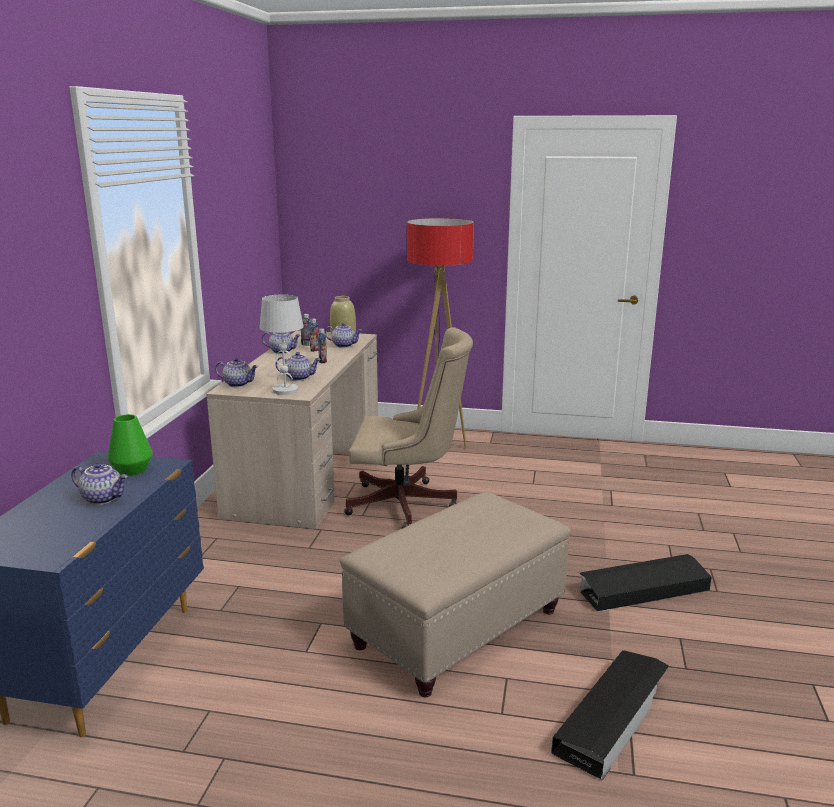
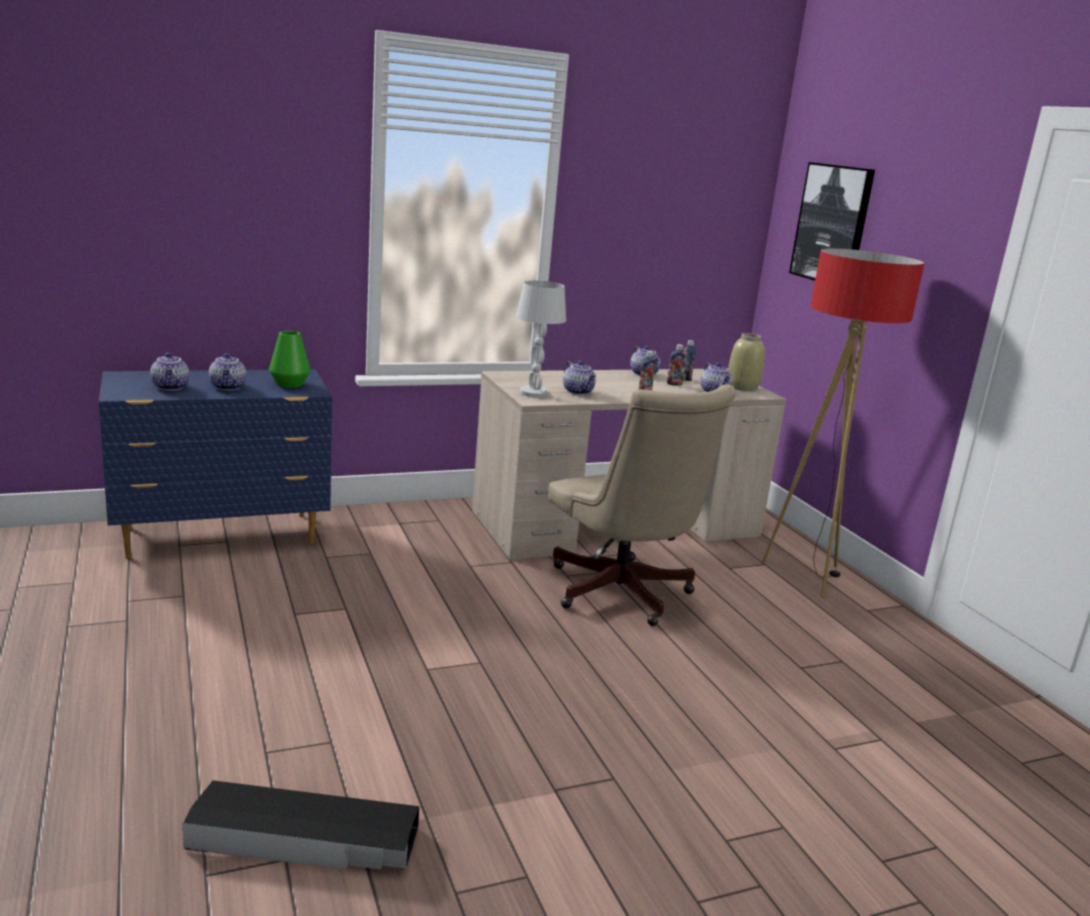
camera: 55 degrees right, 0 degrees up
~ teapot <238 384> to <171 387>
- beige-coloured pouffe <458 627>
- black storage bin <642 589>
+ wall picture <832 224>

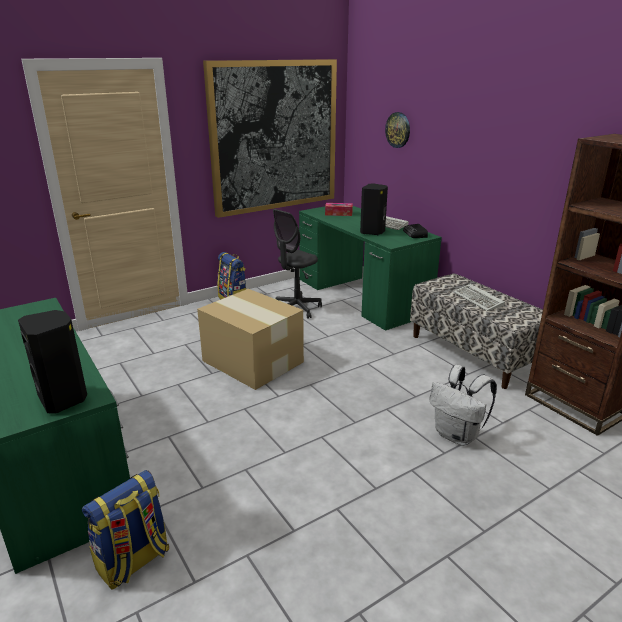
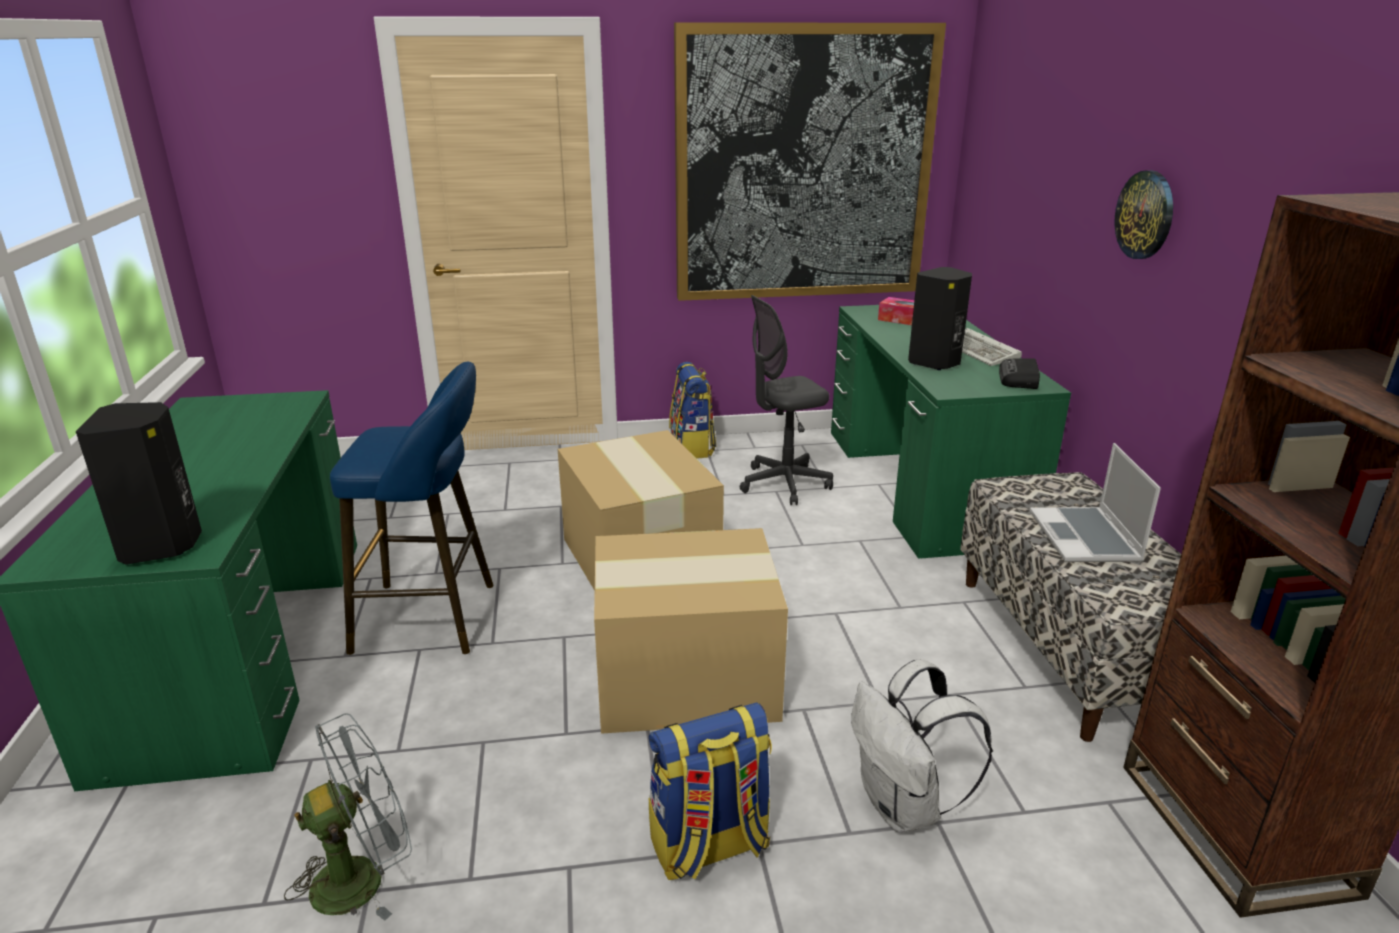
camera: 25 degrees right, 0 degrees up
~ hanging clock <398 130> to <1145 215>
~ computer keyboard <479 300> to laptop <1086 538>
~ backpack <133 561> to <709 847>
+ blue sitting stool <434 617>
+ carton <683 677>
+ grey cooling fan <362 876>

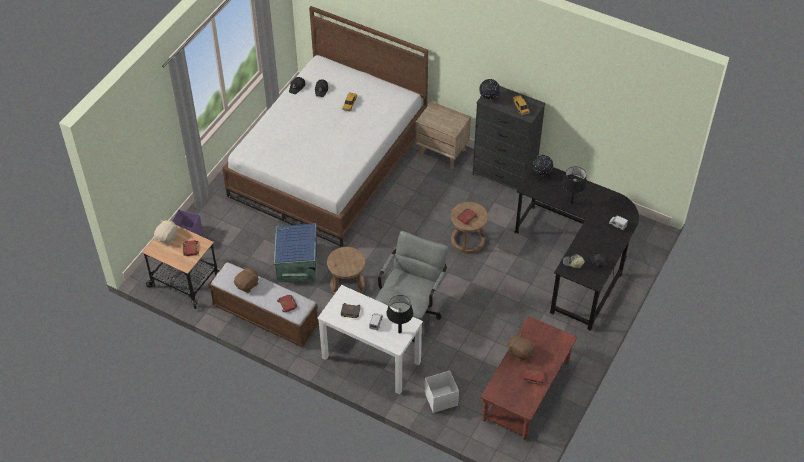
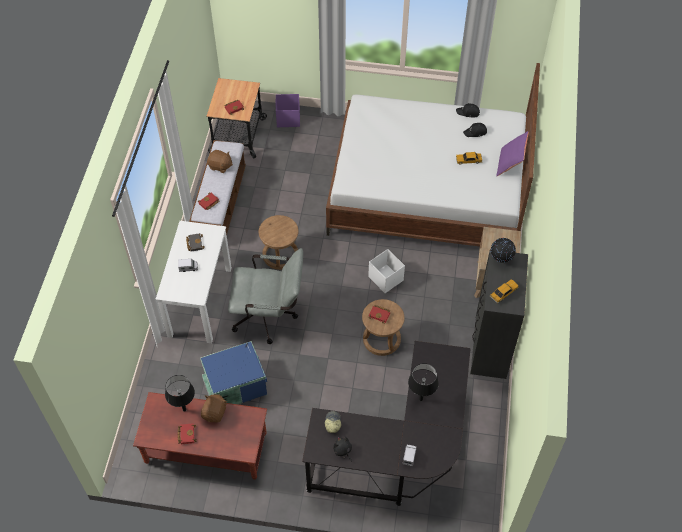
camera: 70 degrees right, 5 degrees up
- world globe <541 174>
- beige-coloured cuddly toy <167 237>
~ blue storage bin <296 264> to <234 384>
~ black table lamp <399 332> to <184 409>
~ whitish storage bin <440 399> to <385 278>
+ purple pillow <510 164>

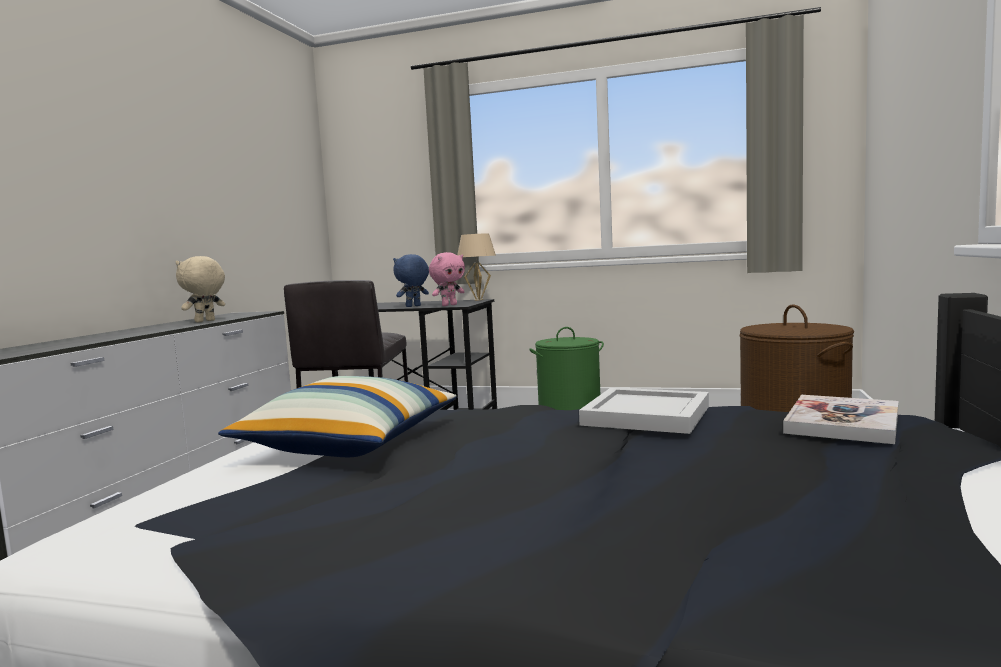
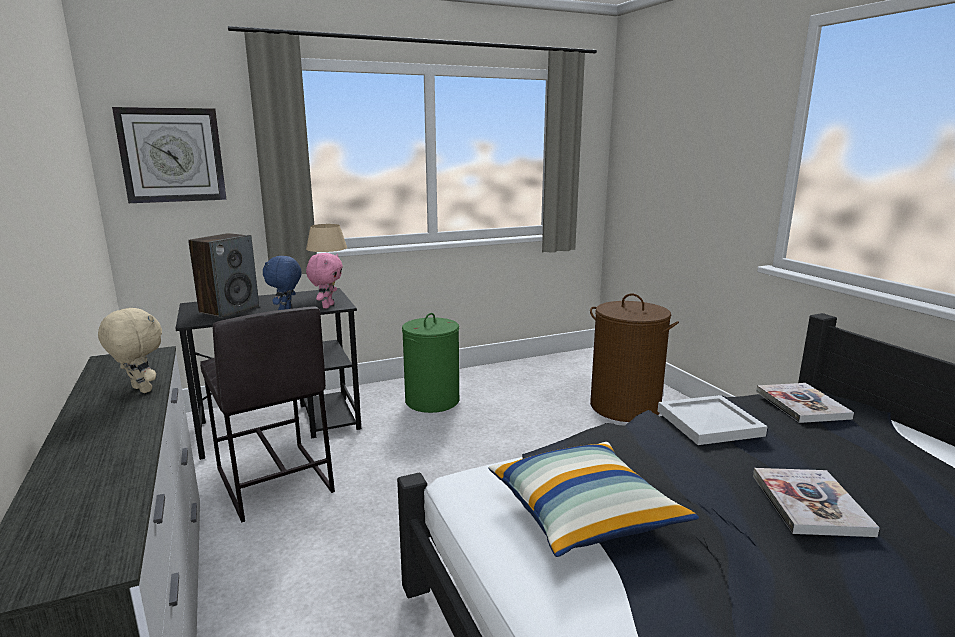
camera: 40 degrees left, 10 degrees up
~ beige-coloured cuddly toy <205 321> = <140 390> 135 degrees clockwise
+ hanging clock <172 155>
+ audio speaker <229 309>
+ bound book <810 504>

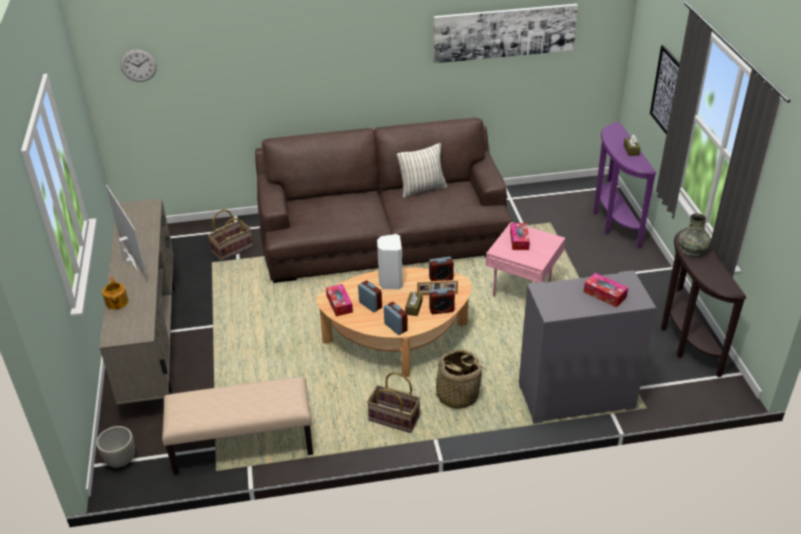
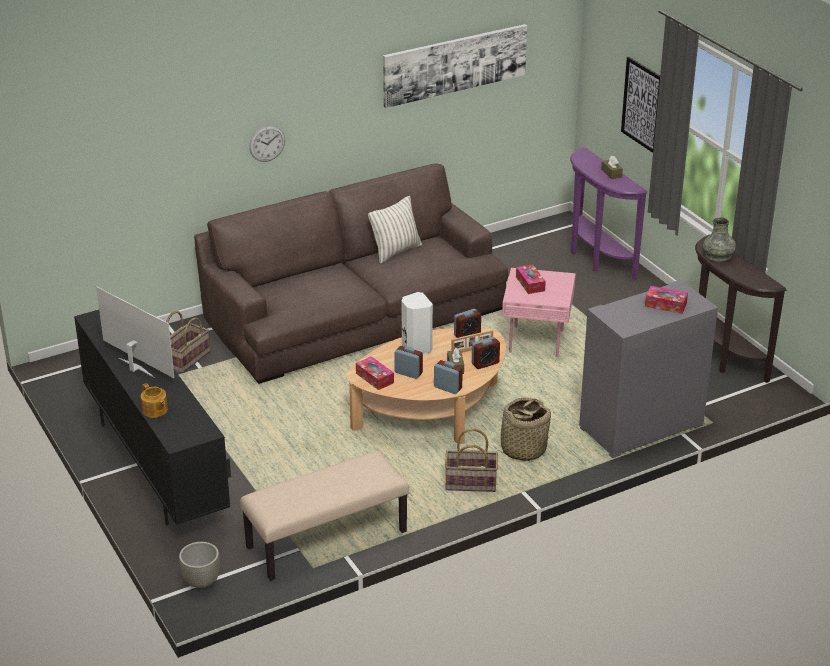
camera: 20 degrees left, 5 degrees down
~ hanging clock <138 65> to <267 143>
~ beige-coloured tv unit <152 339> to black tv unit <155 465>

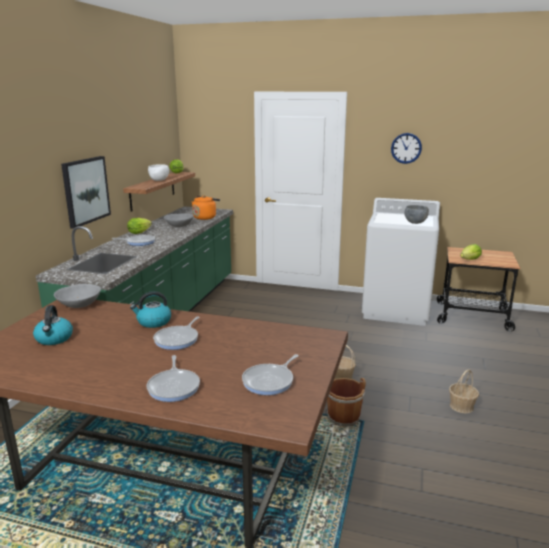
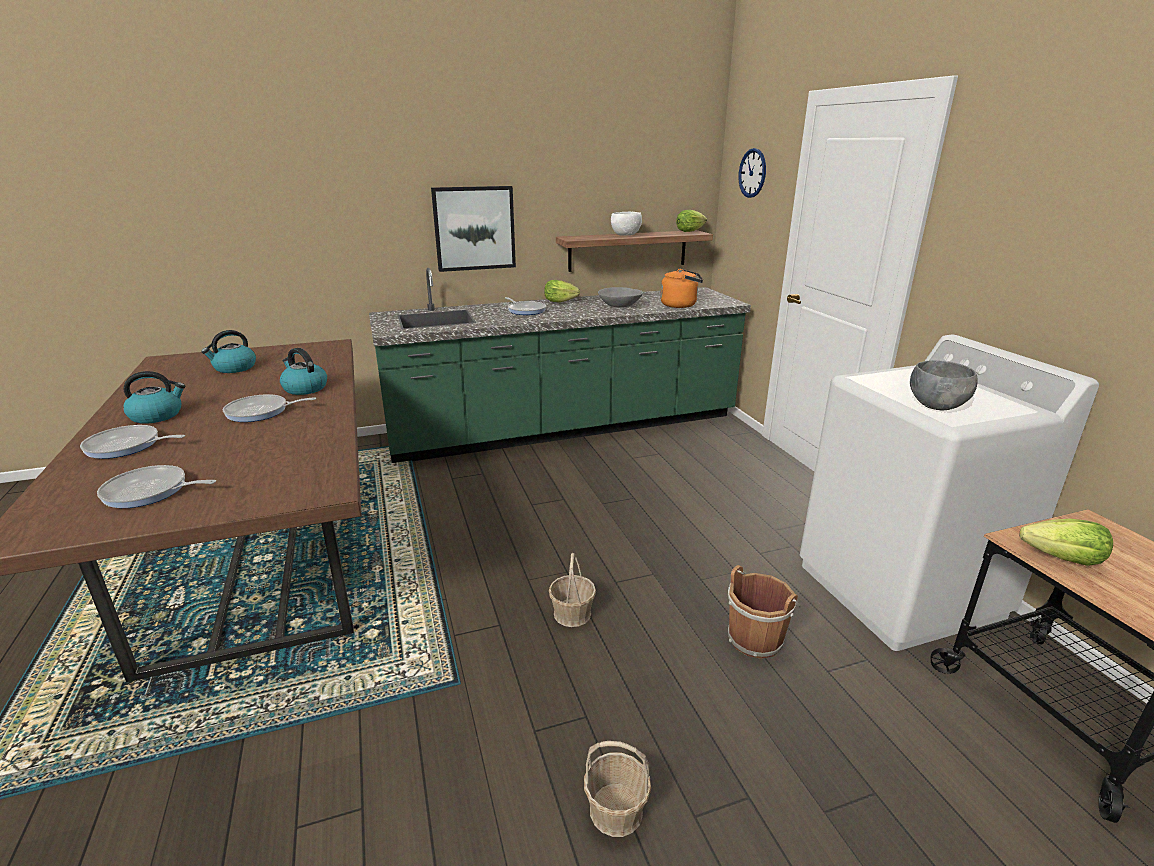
camera: 55 degrees right, 5 degrees up
~ hanging clock <406 148> to <752 173>
- grey serving bowl <79 305>
~ frying pan <174 386> = <126 446> 45 degrees clockwise
~ brownish pail <343 417> to <756 637>
+ tea kettle <157 415>

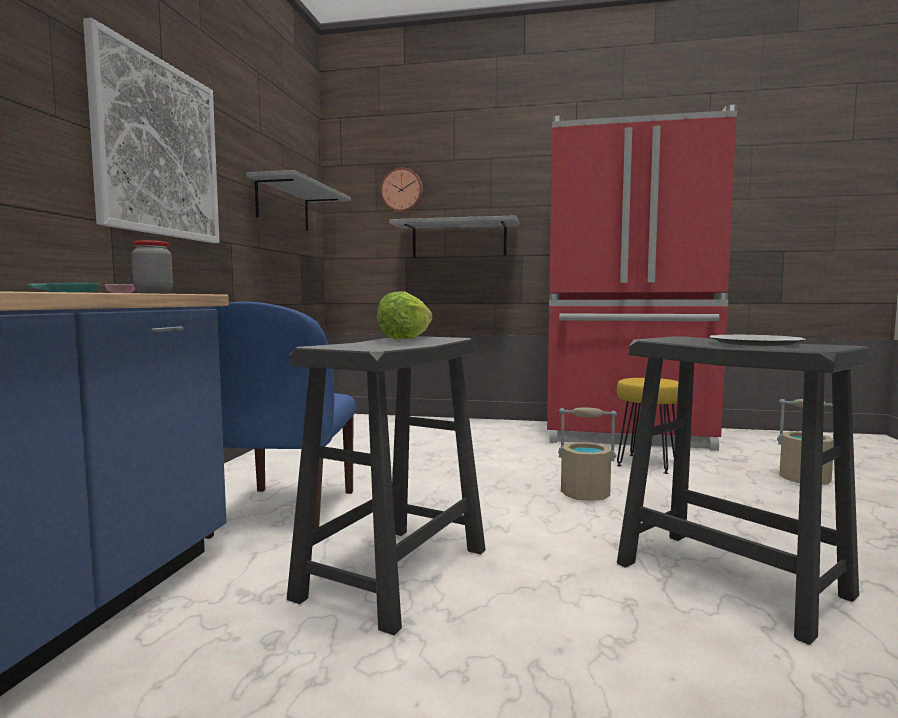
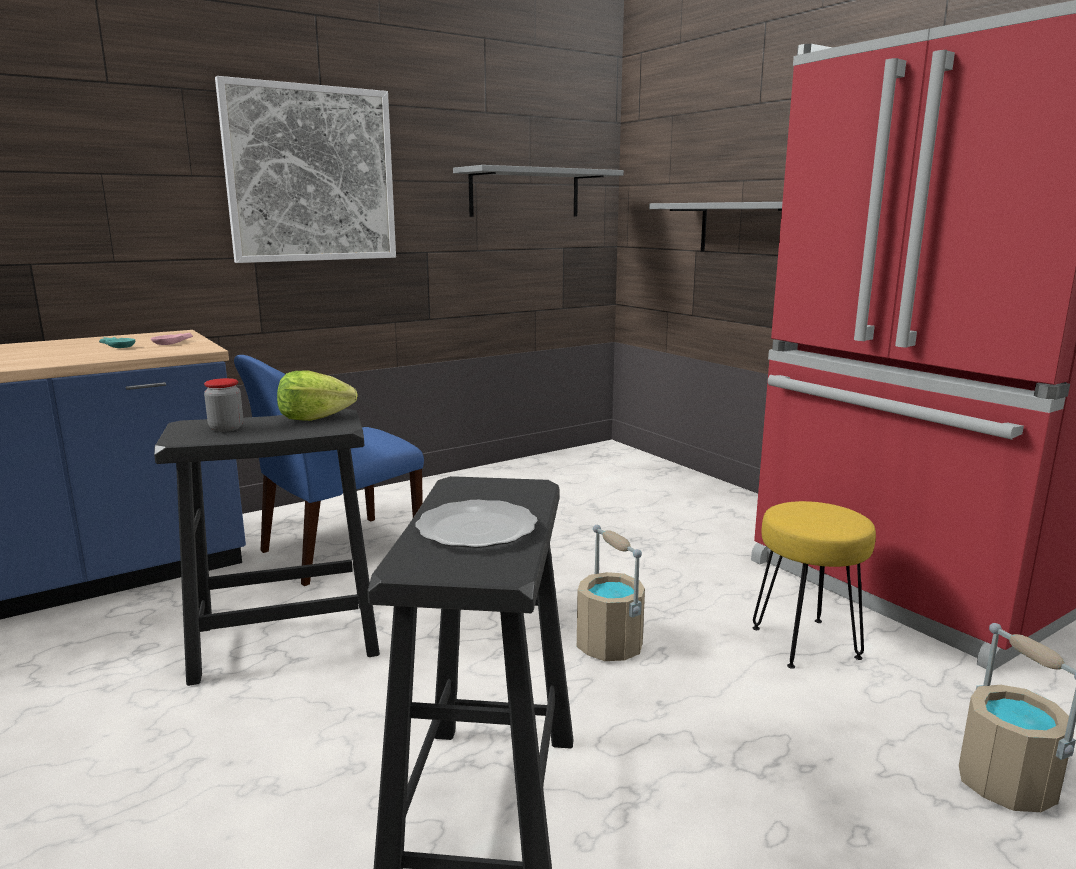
camera: 45 degrees right, 10 degrees up
- hanging clock <402 190>
~ preserve jar <154 293> to <226 428>

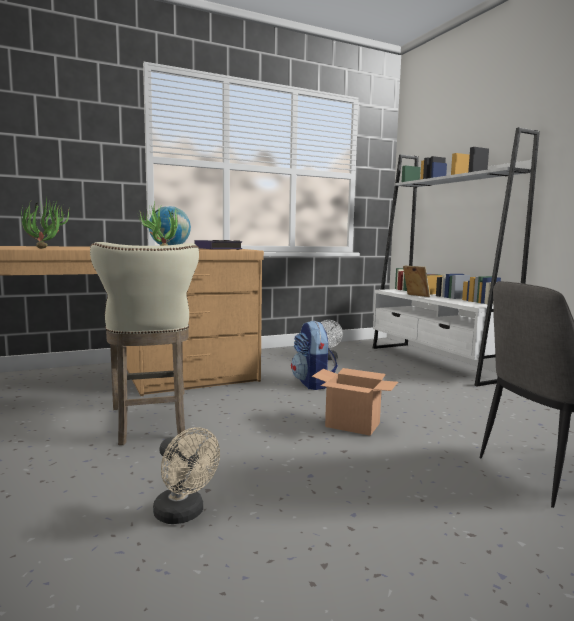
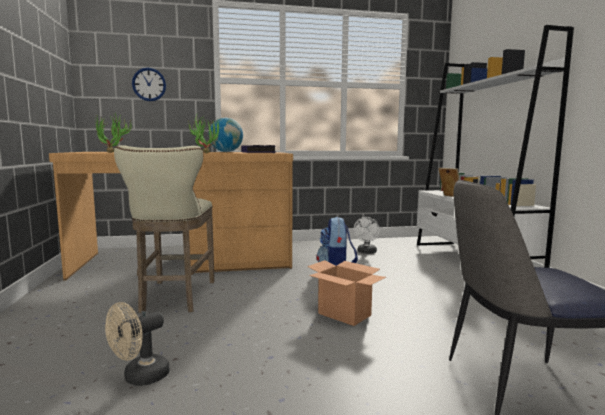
camera: 15 degrees right, 0 degrees up
~ beige-coloured cooling fan <184 514> = <140 378> 75 degrees clockwise
+ hanging clock <149 84>

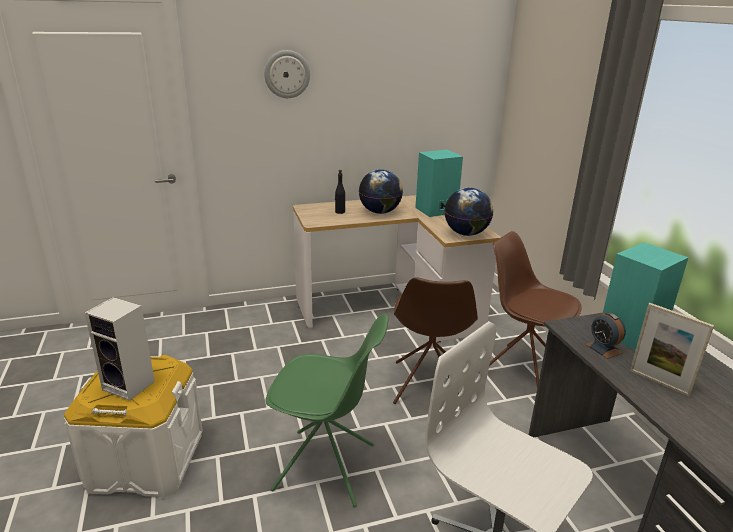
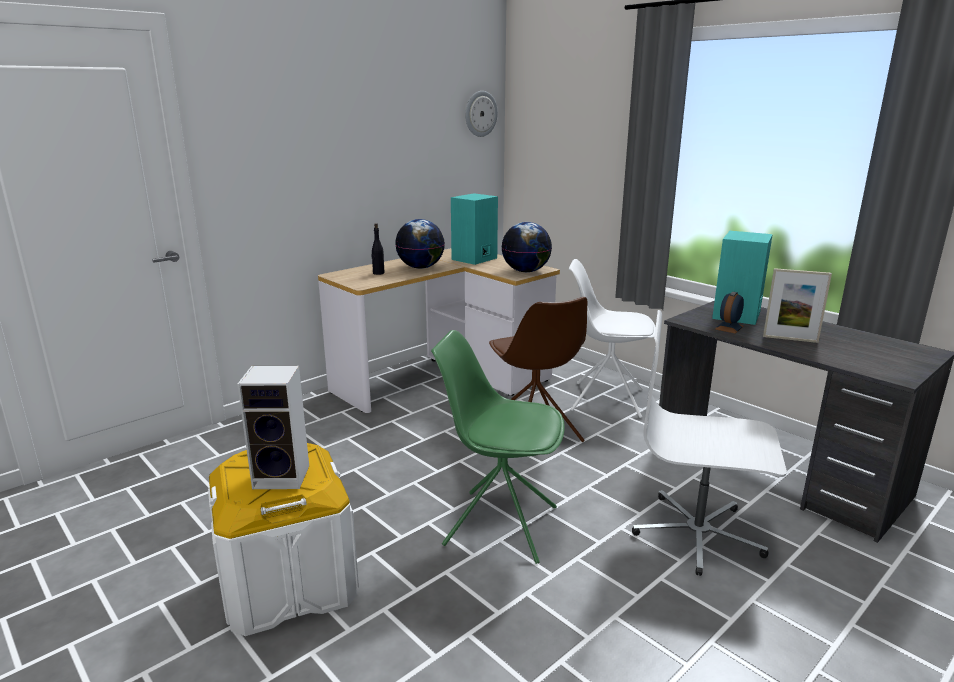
camera: 25 degrees left, 5 degrees down
~ hanging clock <287 74> to <480 114>
~ brownish plain chair <521 370> to whitish plain chair <605 399>
~ table clock <603 348> = <729 327> 90 degrees clockwise
~ greenish plain chair <327 467> = <499 525> 150 degrees counterclockwise

